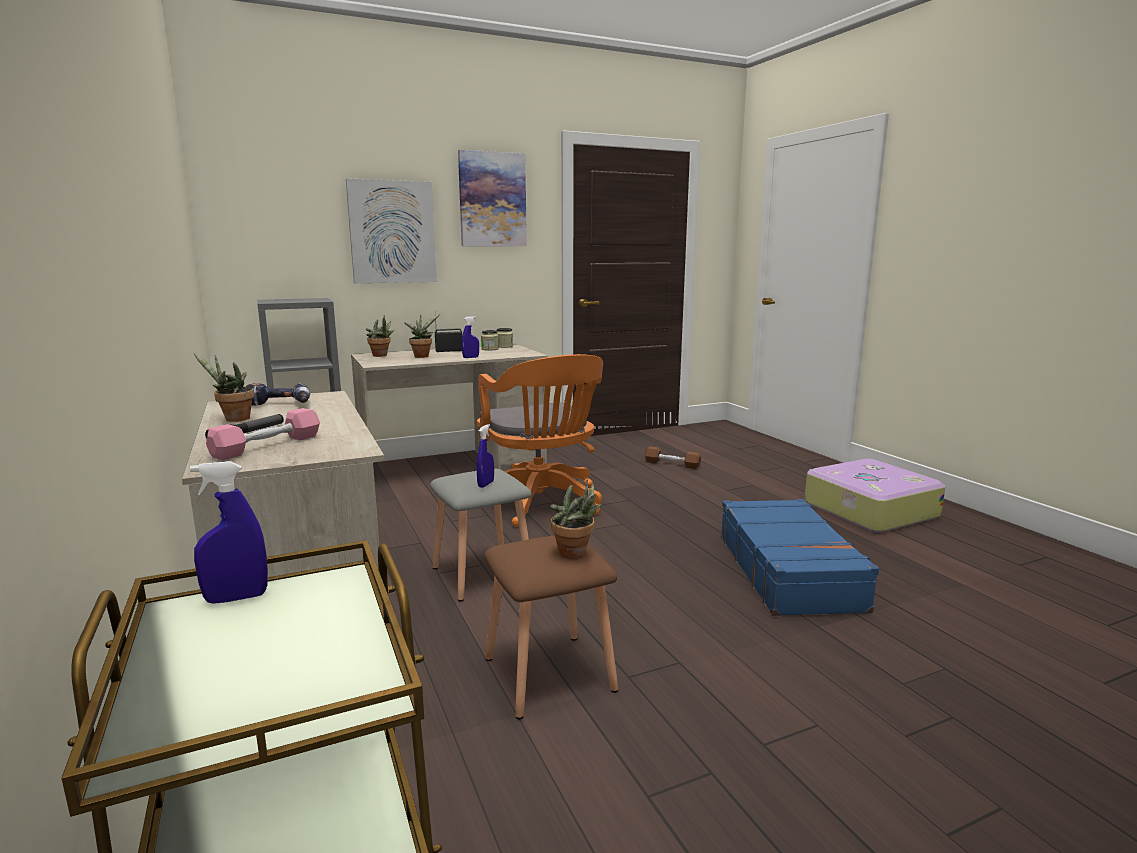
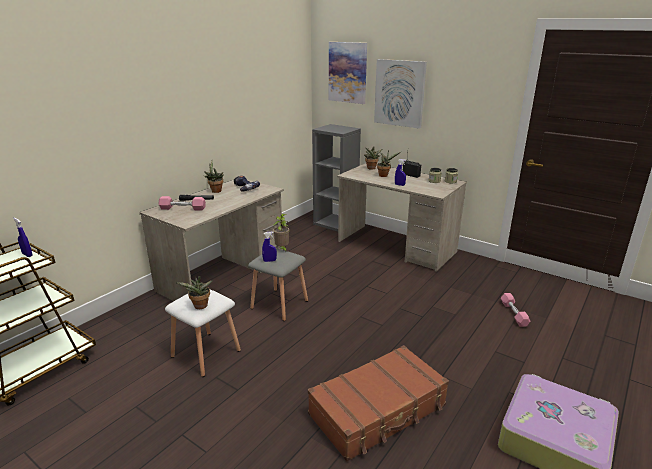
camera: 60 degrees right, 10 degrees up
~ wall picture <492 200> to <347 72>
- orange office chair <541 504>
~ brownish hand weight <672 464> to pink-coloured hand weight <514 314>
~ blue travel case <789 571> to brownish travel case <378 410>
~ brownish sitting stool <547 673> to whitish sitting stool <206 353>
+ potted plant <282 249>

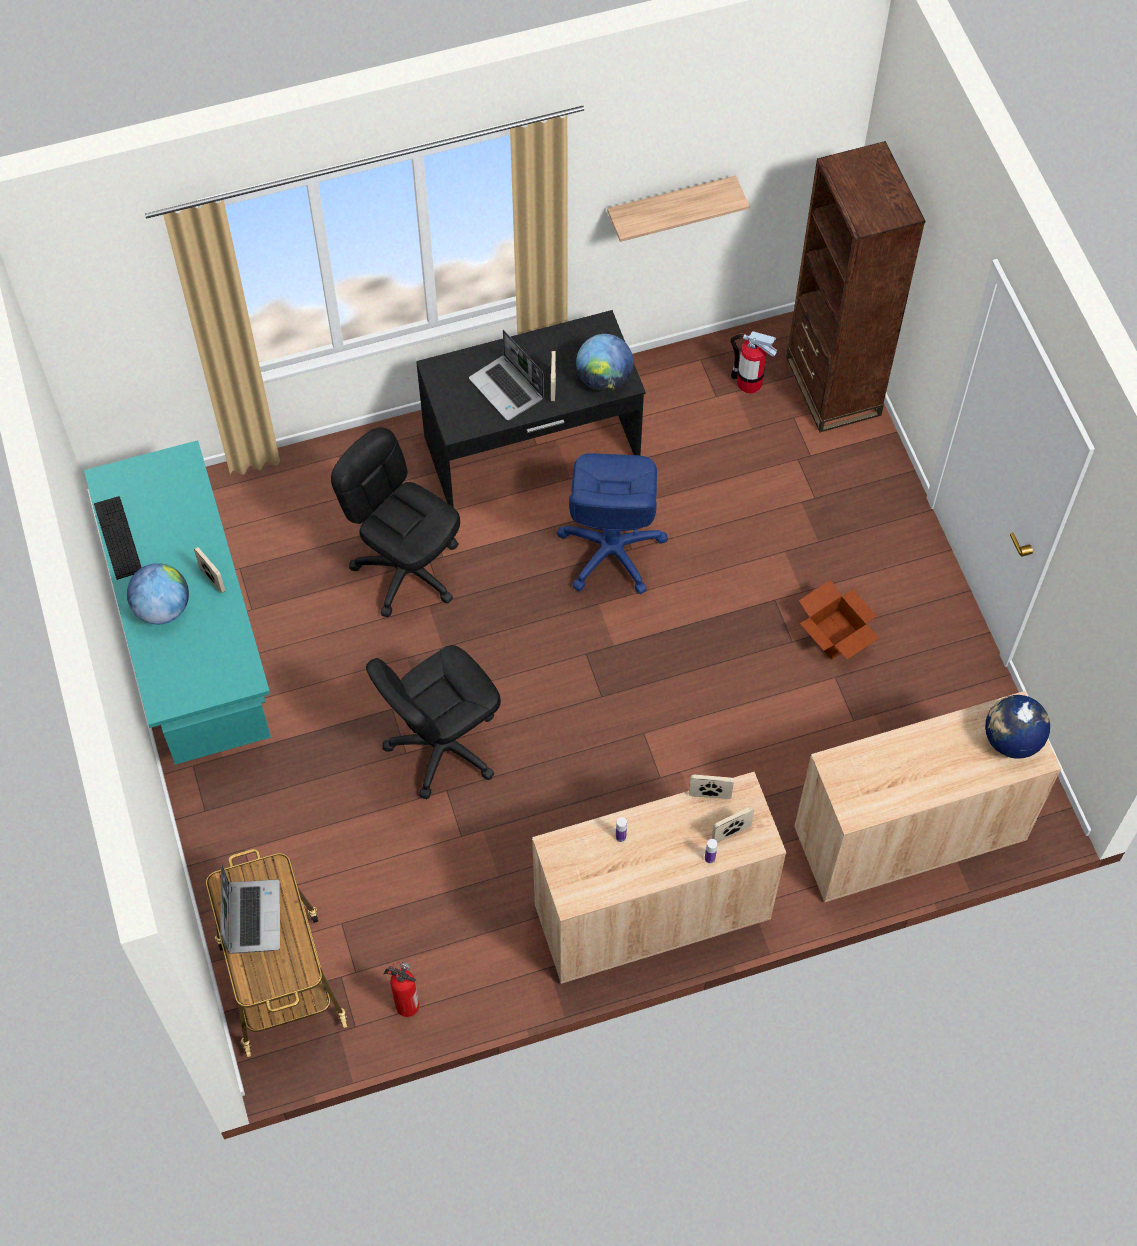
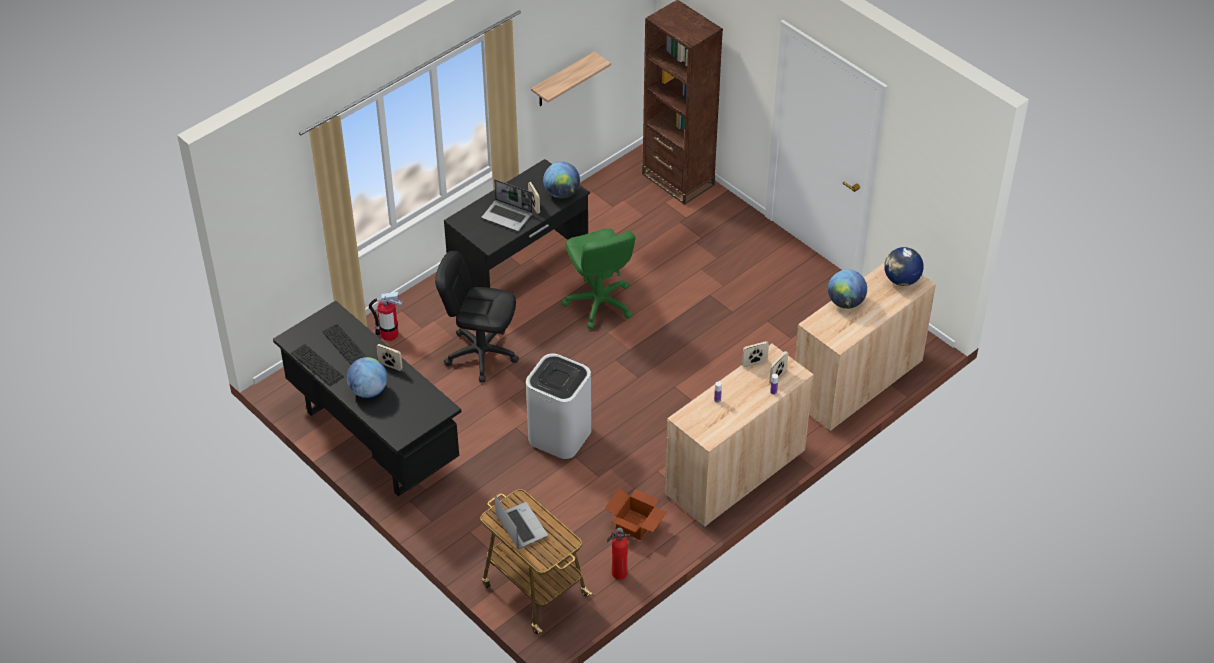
camera: 25 degrees left, 15 degrees down
~ fire extinguisher <749 382> to <389 334>
~ blue-green desk table <195 648> to black desk table <373 439>
~ blue office chair <611 551> to greenish office chair <599 303>
~ carton <834 636> to <635 525>
~ black office chair <443 746> to whitish trash can <559 435>
+ world globe <845 302>
+ computer keyboard <345 346>

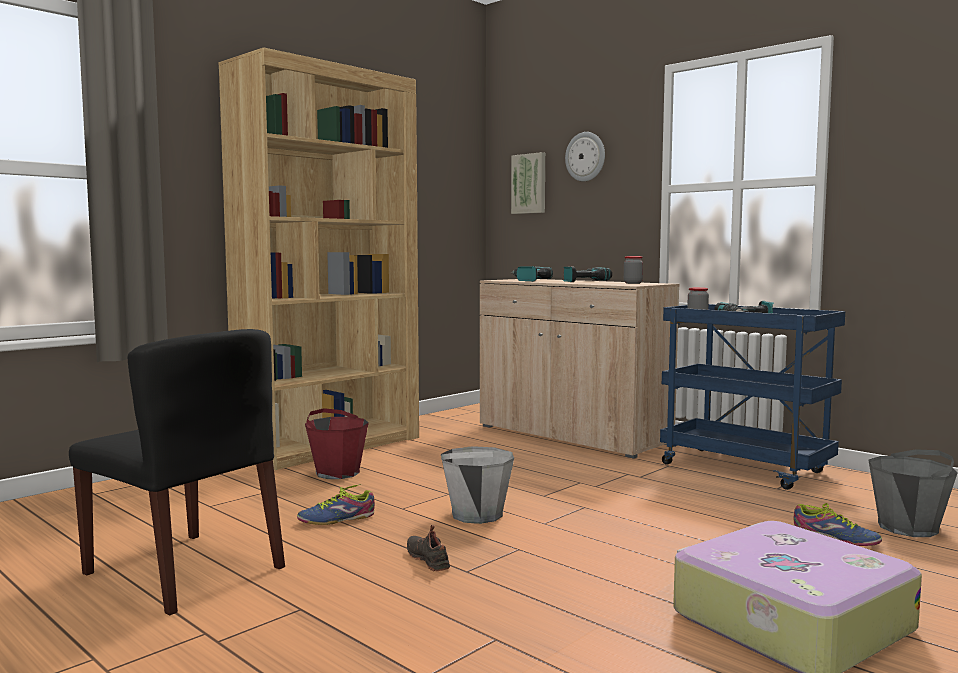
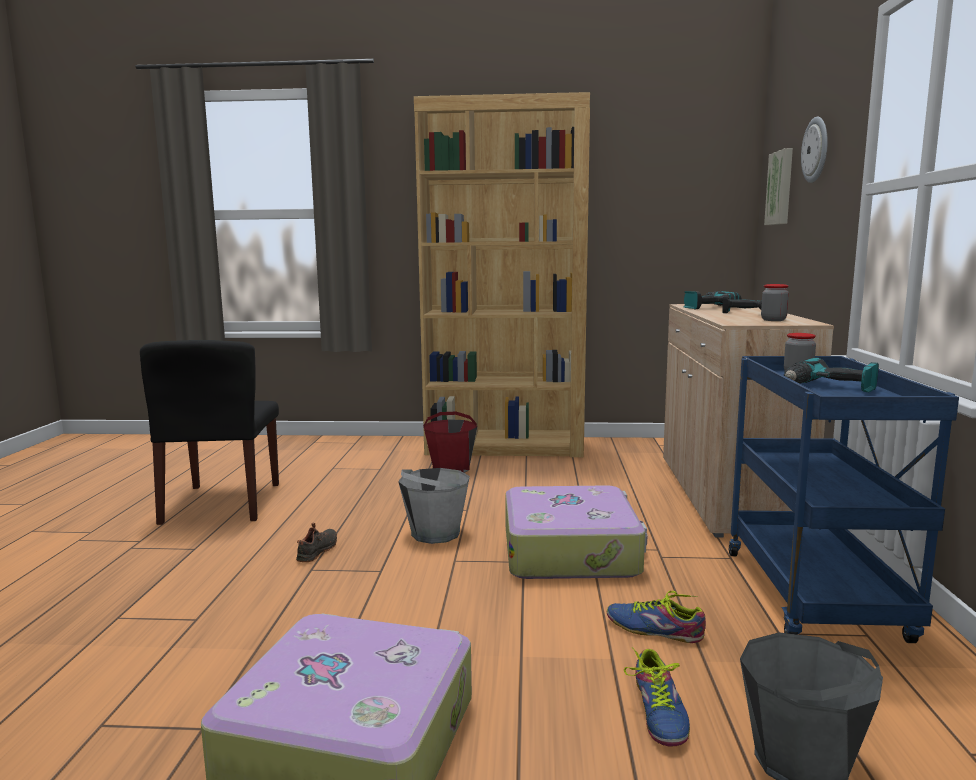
camera: 50 degrees right, 5 degrees up
~ shoe <337 519> to <654 630>
+ travel case <571 551>

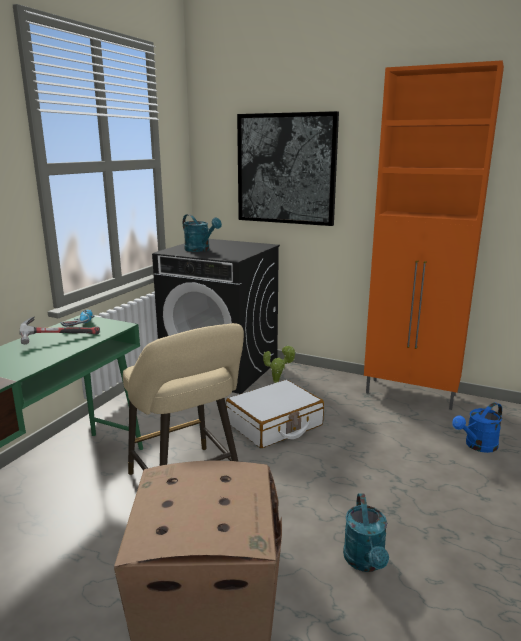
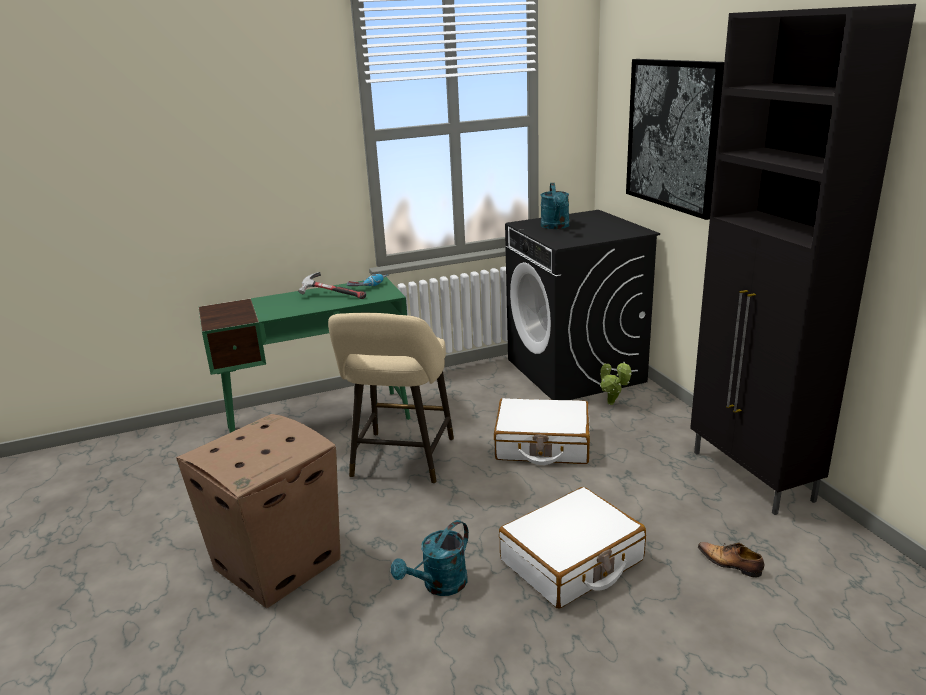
camera: 45 degrees right, 5 degrees up
~ orange cabinet <411 394> to black cabinet <752 477>
~ blue watering pot <477 446> to shoe <730 564>
+ whitish travel case <572 561>

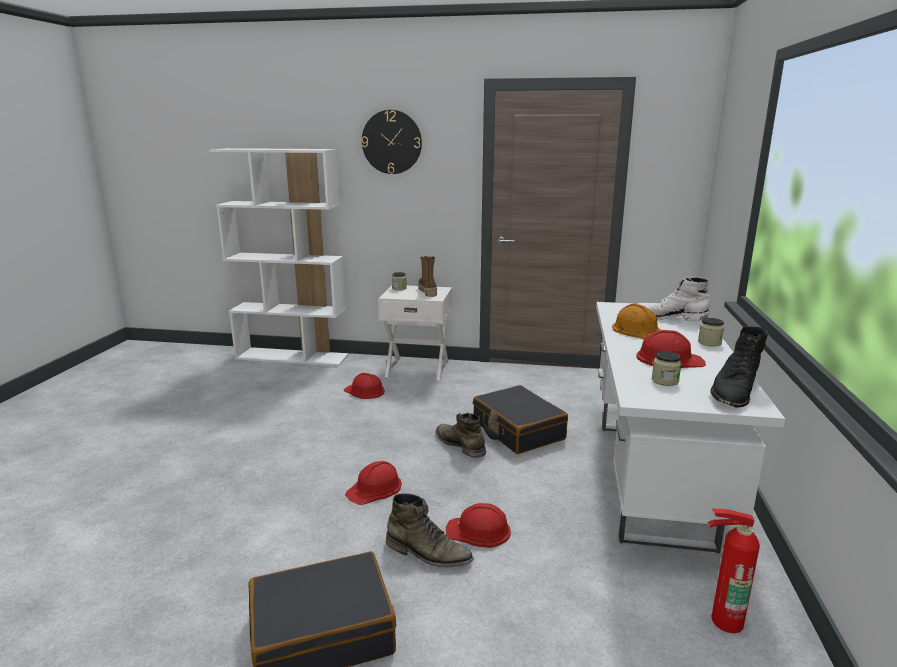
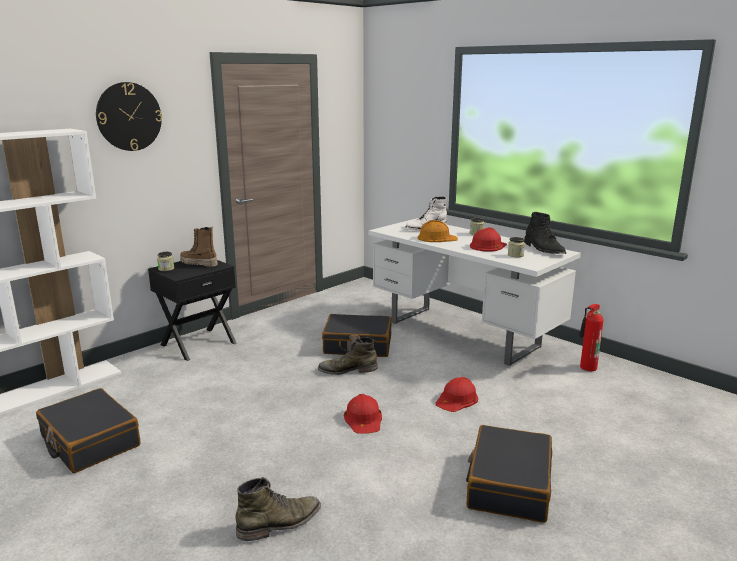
camera: 55 degrees left, 0 degrees up
~ whitish bedside table <417 368> to black bedside table <198 343>
- red safety helmet <364 391>
~ greenish boot <428 553> to <280 523>
+ black travel case <89 441>

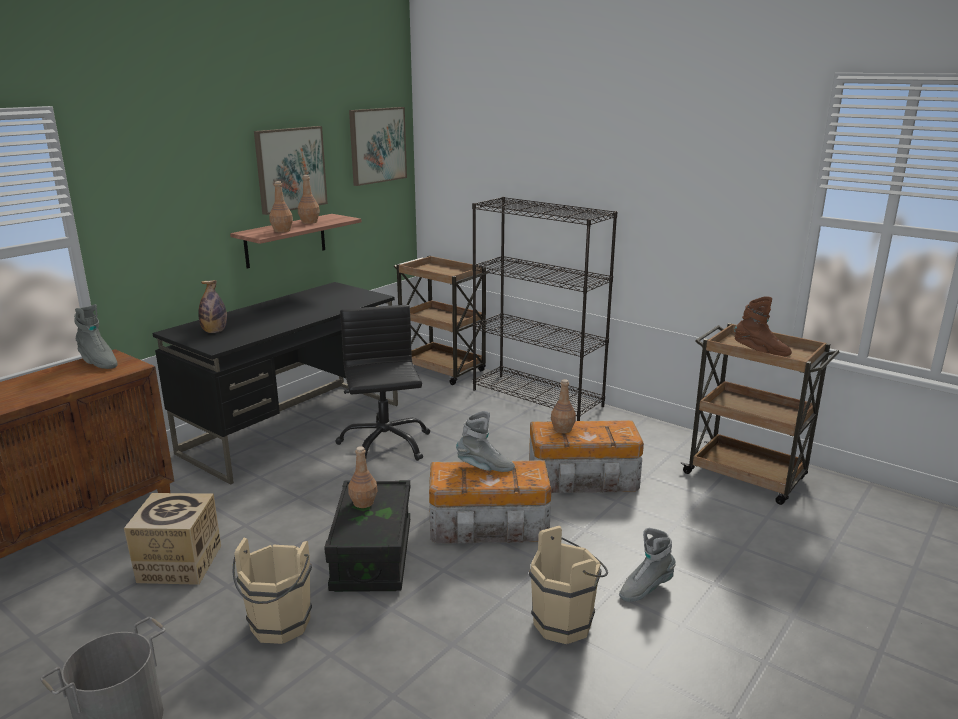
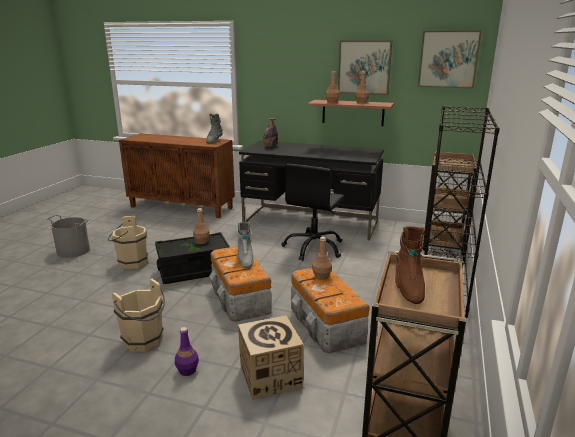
camera: 70 degrees right, 0 degrees up
~ black office chair <384 444> = <314 248> 150 degrees clockwise
~ carton <179 564> to <270 376>
~ grey boot <645 589> to purple bottle <187 371>

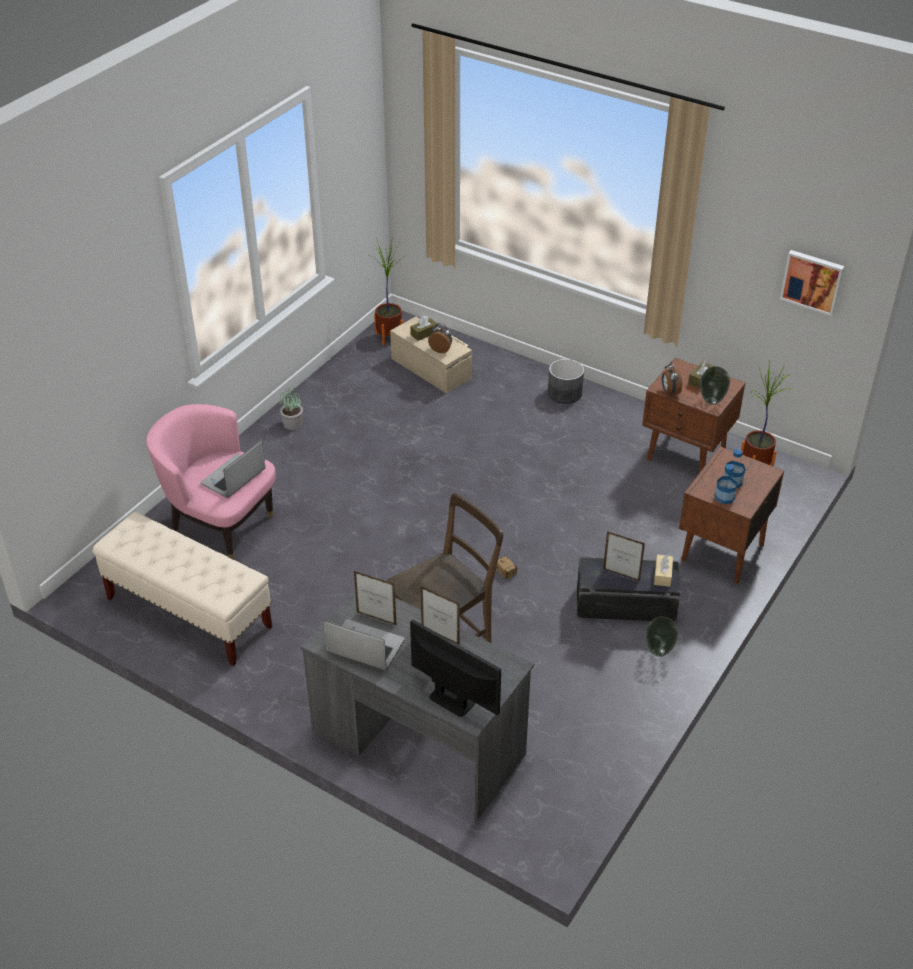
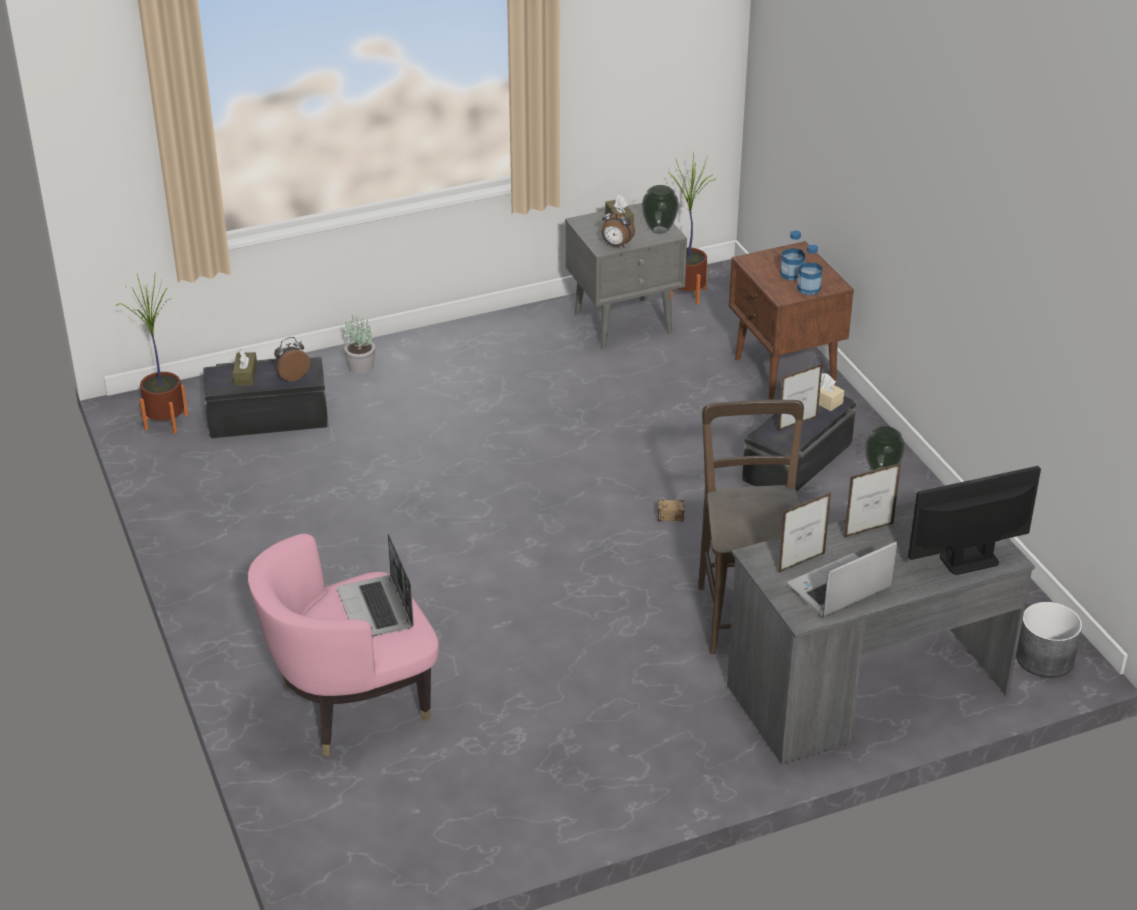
camera: 55 degrees left, 5 degrees down
- wall picture <812 281>
~ beige-coloured storage bin <431 367> to black storage bin <268 417>
~ brownish bedside table <687 455> to grey bedside table <625 323>
~ grey flower pot <564 393> to <1044 659>
~ potted plant <292 423> to <360 367>
- beige-coloured long seat <188 613>

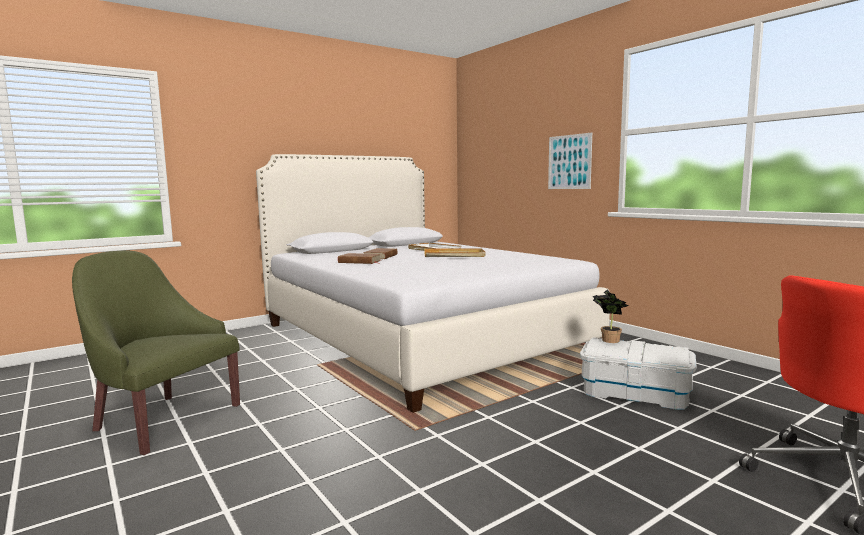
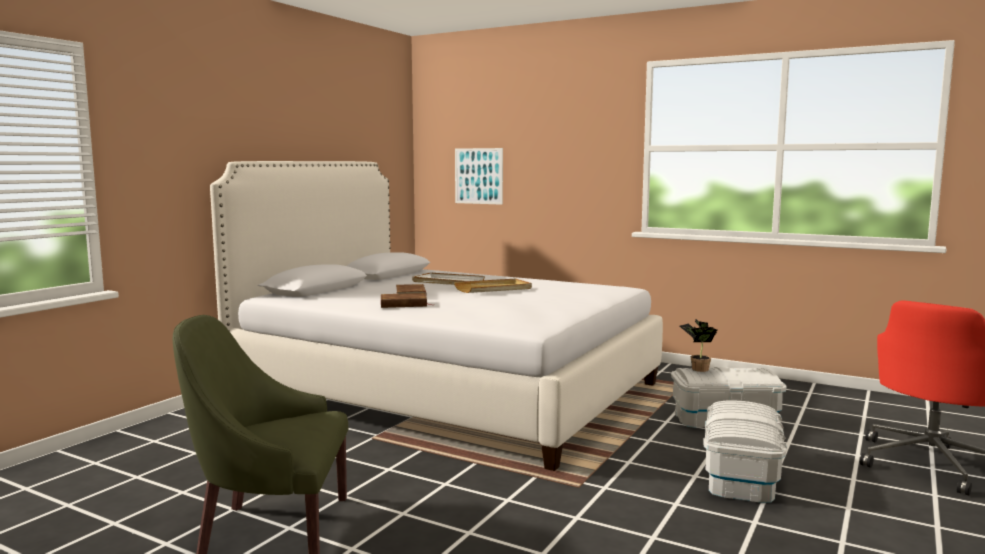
camera: 25 degrees left, 0 degrees up
~ wall picture <569 162> to <478 176>
+ whitish storage bin <741 475>

